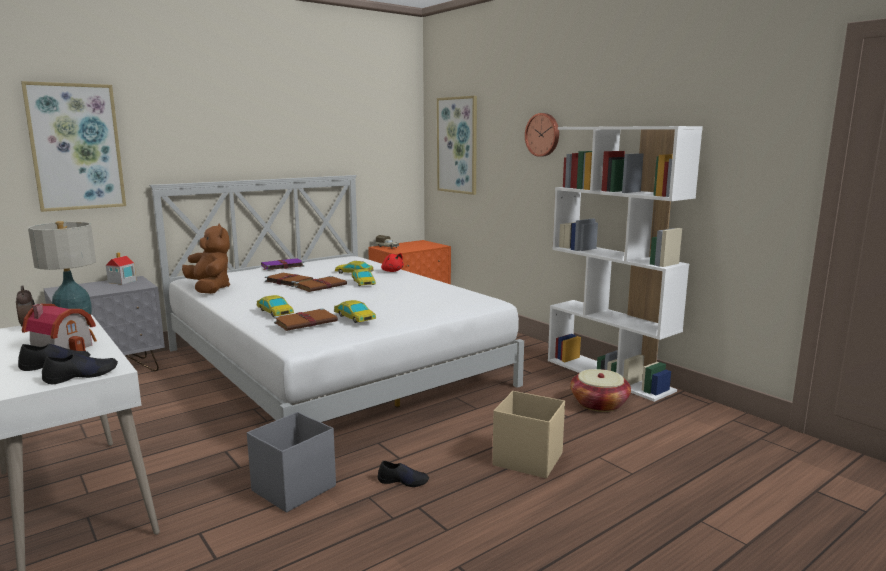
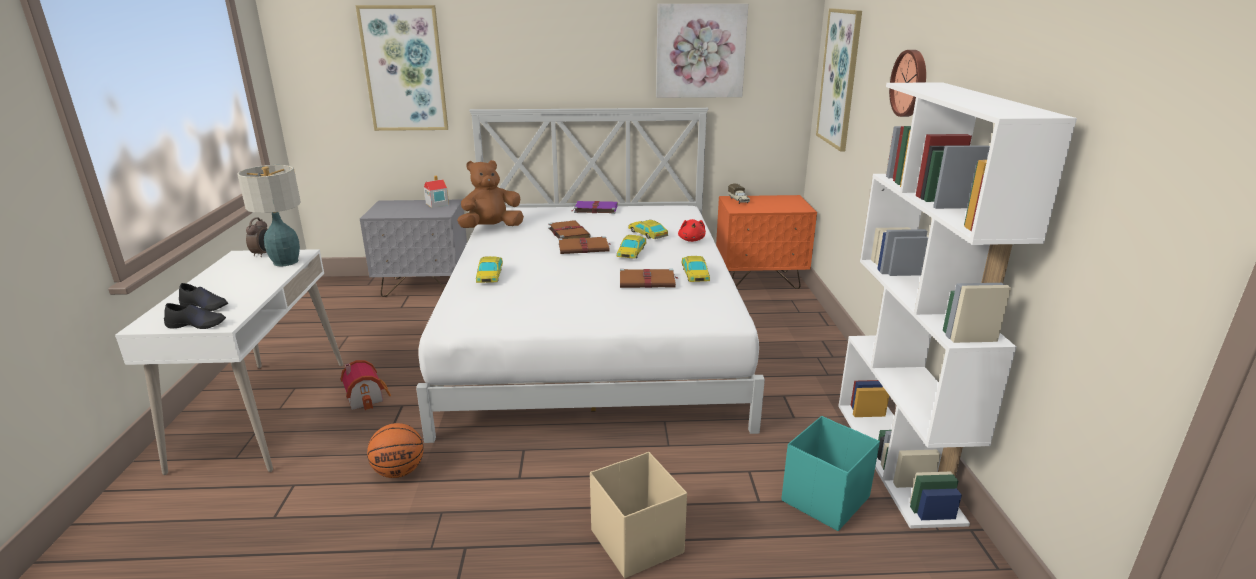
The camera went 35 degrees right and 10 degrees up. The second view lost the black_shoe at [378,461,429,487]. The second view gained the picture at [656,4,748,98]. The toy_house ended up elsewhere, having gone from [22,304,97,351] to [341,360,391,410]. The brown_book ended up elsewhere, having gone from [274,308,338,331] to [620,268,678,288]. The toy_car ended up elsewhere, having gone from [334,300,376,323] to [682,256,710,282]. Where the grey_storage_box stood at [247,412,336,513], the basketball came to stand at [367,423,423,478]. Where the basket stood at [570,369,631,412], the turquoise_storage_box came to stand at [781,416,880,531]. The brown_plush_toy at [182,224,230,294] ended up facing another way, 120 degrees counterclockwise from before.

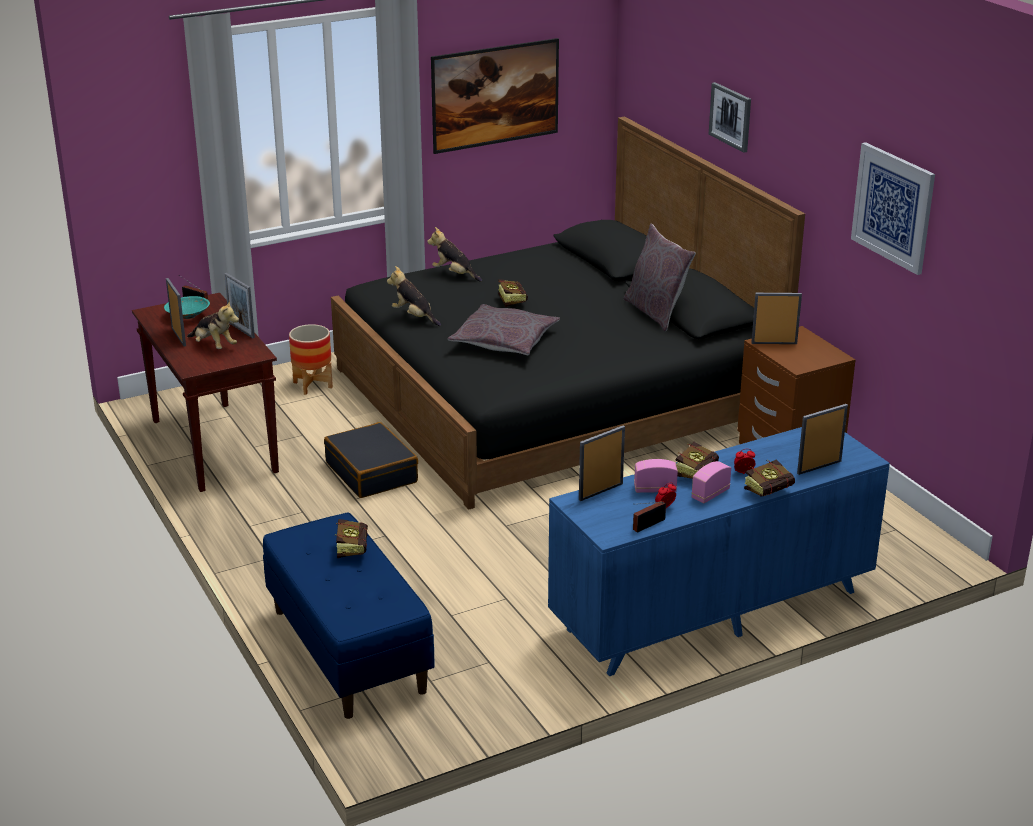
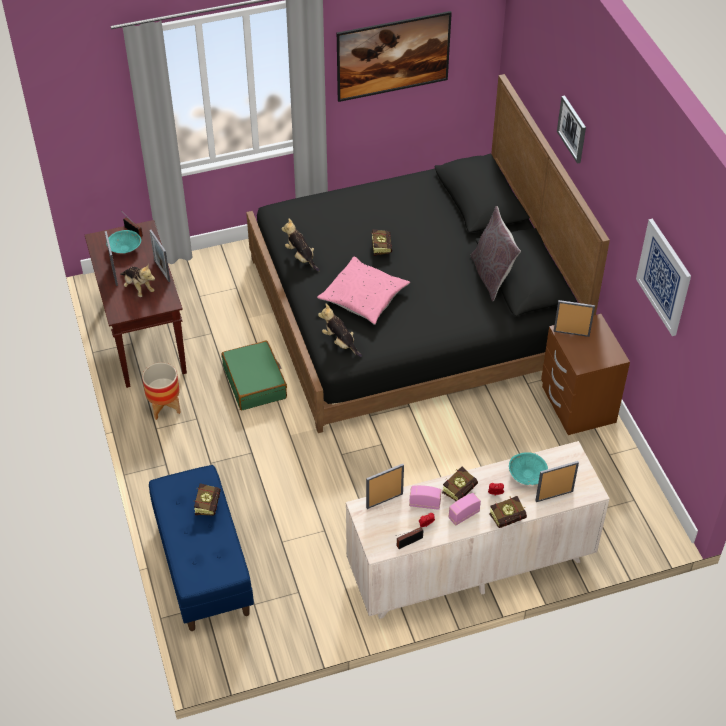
The camera went 10 degrees right and 20 degrees up. The second view gained the turquoise_bowl at [509,452,548,485]. The planter ended up elsewhere, having gone from [289,324,333,395] to [142,362,181,420]. The plush_toy ended up elsewhere, having gone from [427,227,482,282] to [318,304,362,357]. What was the black_suitcase at [324,422,418,498] turned into the green_suitcase at [222,340,287,411]. What was the grey_pillow at [448,304,560,355] turned into the pink_pillow at [317,257,410,325]. What was the blue_dresser at [548,427,890,676] turned into the beige_dresser at [346,441,610,619].

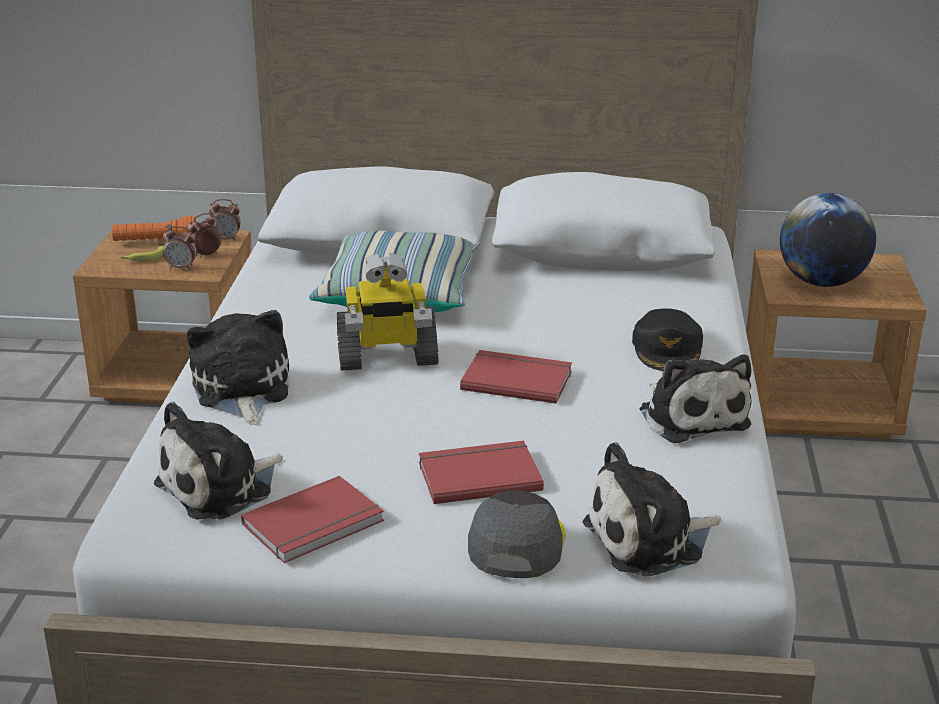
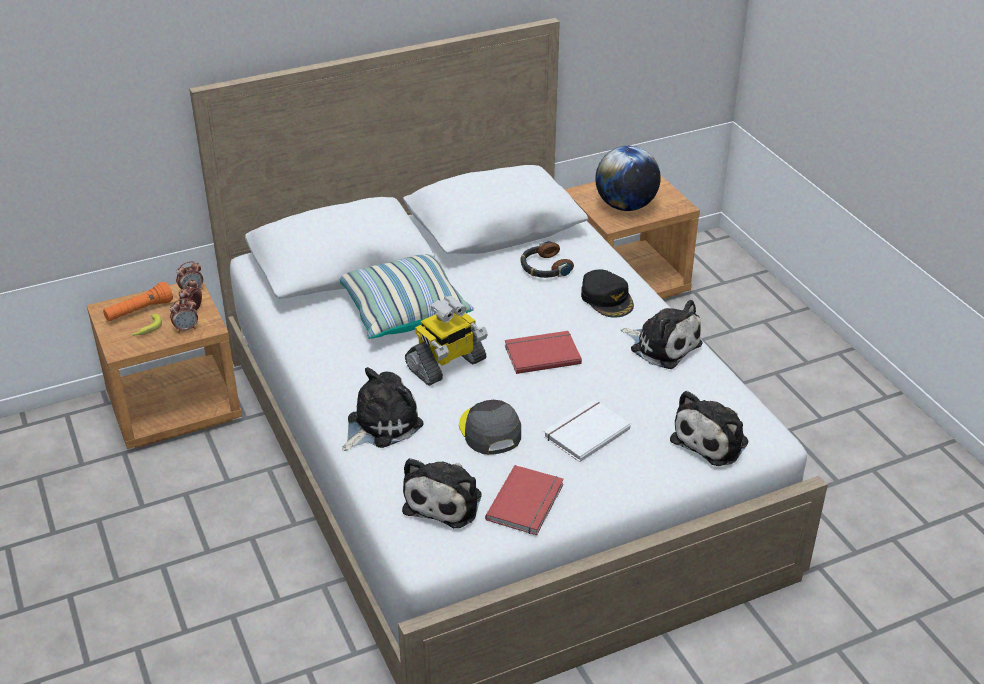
The camera went 30 degrees left and 10 degrees up. The second view gained the headphones at [521,241,574,278]. The grey_cap ended up elsewhere, having gone from [468,491,566,578] to [459,400,521,455]. What was the red_book at [419,441,544,504] turned into the white_book at [544,400,631,462]. The plush_toy at [187,310,290,425] ended up facing another way, 90 degrees clockwise from before.

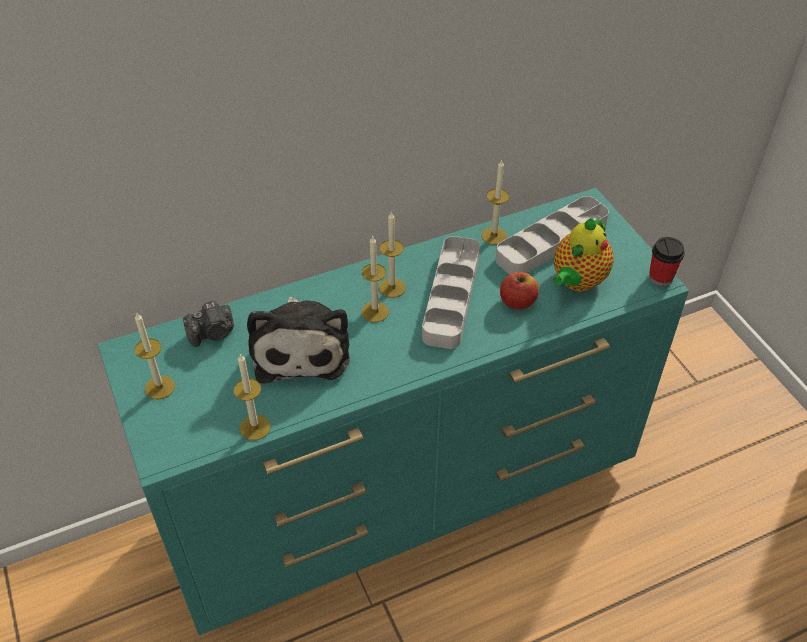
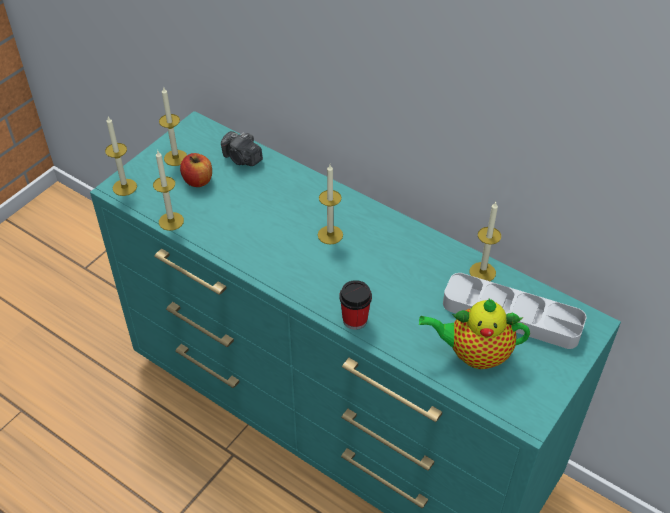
The camera went 60 degrees right and 0 degrees up. The second view lost the plush_toy at [247,297,350,383]. The second view lost the grey_tray at [422,236,480,349]. The candle ended up elsewhere, having gone from [379,212,406,298] to [105,117,137,196]. The apple ended up elsewhere, having gone from [500,272,539,309] to [180,153,212,187]. The cup ended up elsewhere, having gone from [649,237,685,286] to [339,280,372,330].

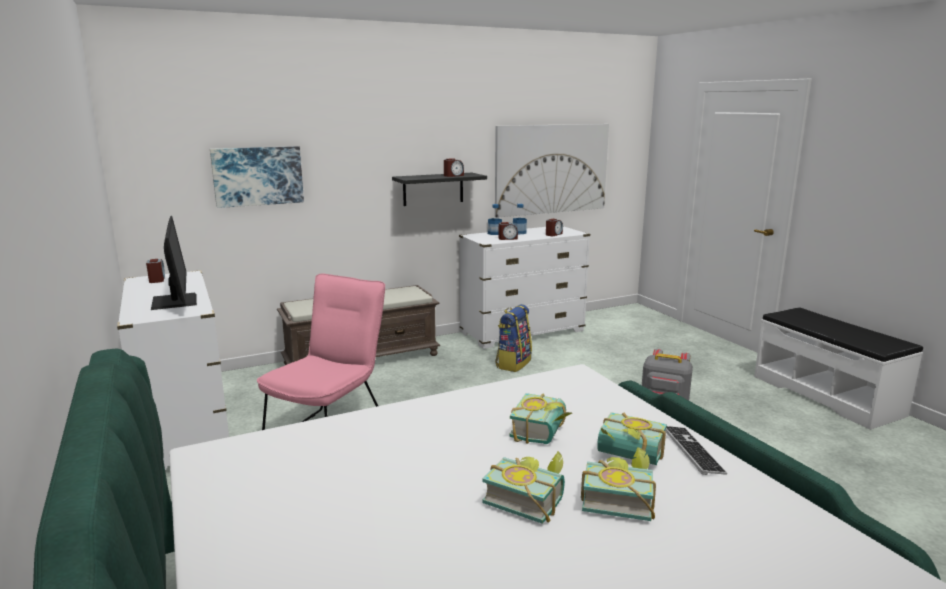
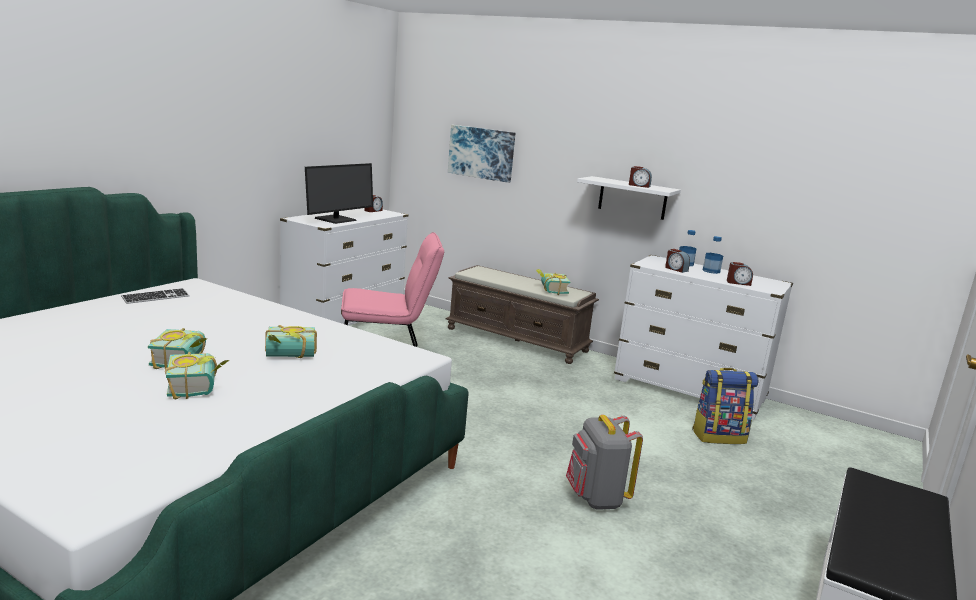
The camera went 55 degrees right and 0 degrees up. The second view lost the picture at [495,124,609,218]. The backpack ended up elsewhere, having gone from [495,304,532,372] to [692,368,759,444]. The book ended up elsewhere, having gone from [597,412,667,465] to [536,269,570,295]. The keyboard ended up elsewhere, having gone from [665,426,727,475] to [121,288,189,304]. What was the black_shelf at [392,173,487,206] turned into the white_shelf at [577,176,681,220].

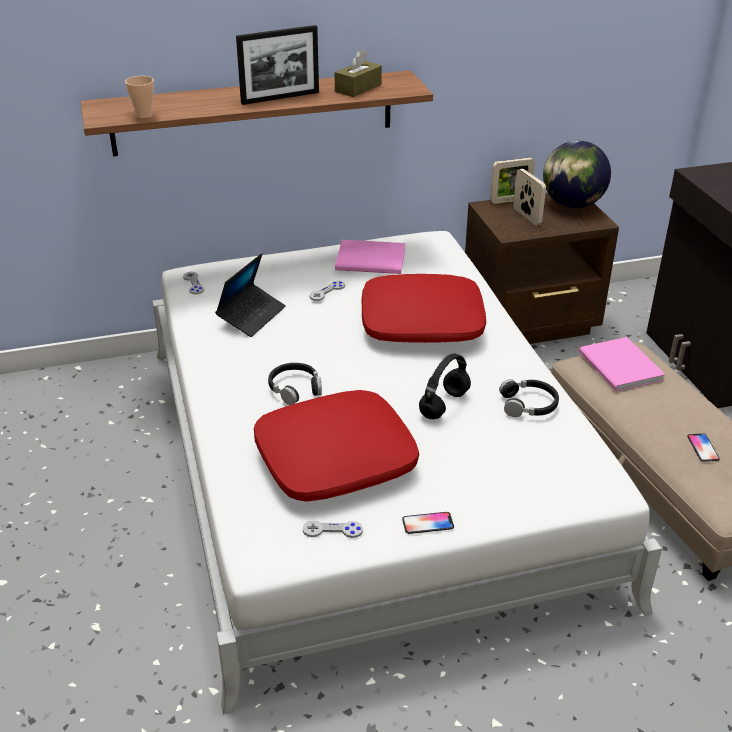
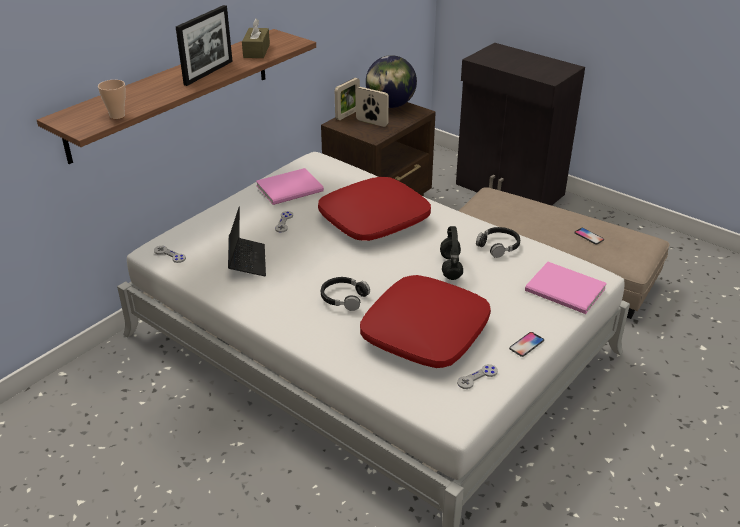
The camera went 35 degrees left and 0 degrees up. The pink_book ended up elsewhere, having gone from [579,337,665,391] to [525,262,607,314].

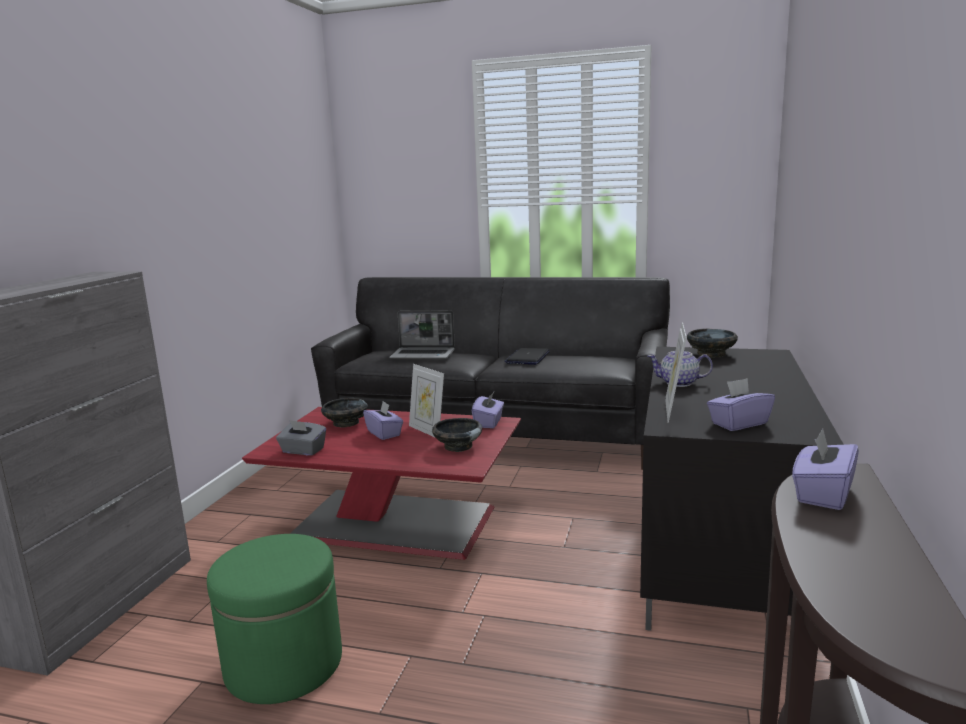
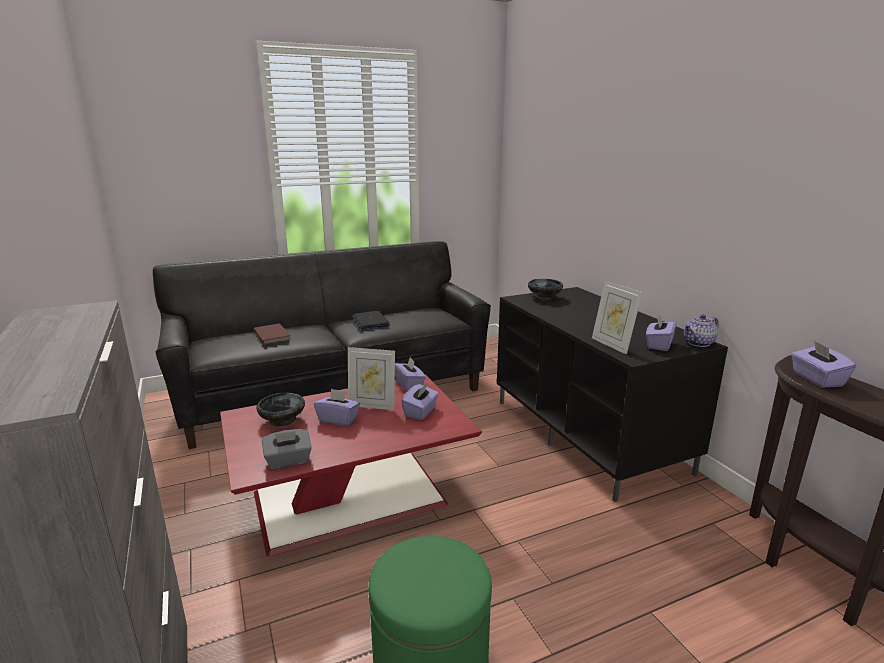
The camera went 40 degrees left and 5 degrees up. The teapot ended up elsewhere, having gone from [648,351,713,387] to [683,314,719,347]. Where the laptop stood at [389,310,455,359], the brown_book came to stand at [254,323,291,345]. Where the black_bowl stood at [432,418,482,452], the purple_tissue_box came to stand at [401,383,439,420].

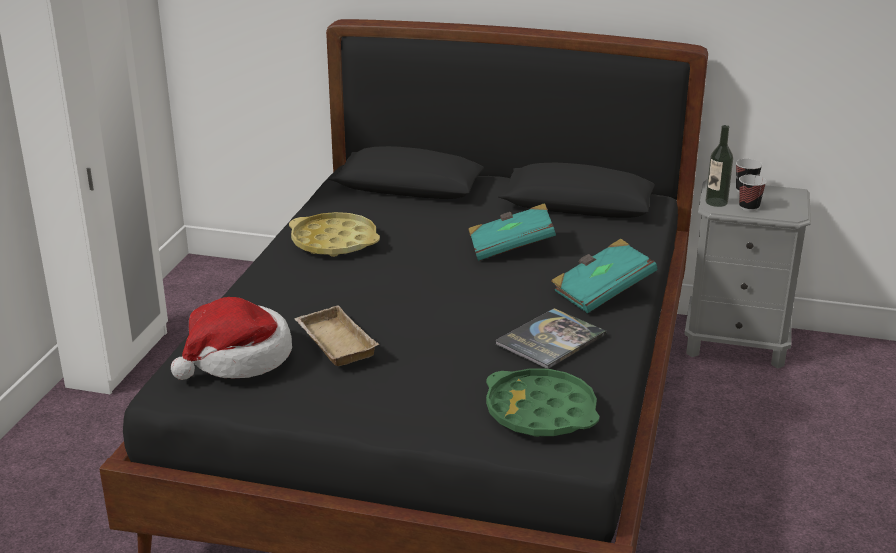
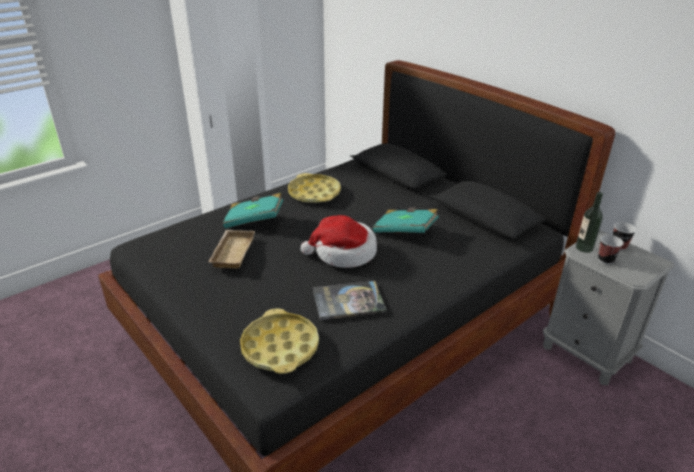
The camera went 35 degrees right and 5 degrees up. The hat ended up elsewhere, having gone from [171,297,292,380] to [301,215,377,268]. The turquoise_book ended up elsewhere, having gone from [551,239,657,313] to [223,193,283,228]. What was the green_tray at [486,368,599,437] turned into the yellow_tray at [240,308,319,374].

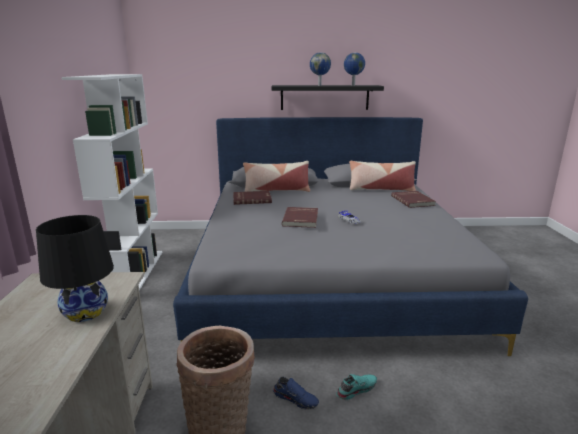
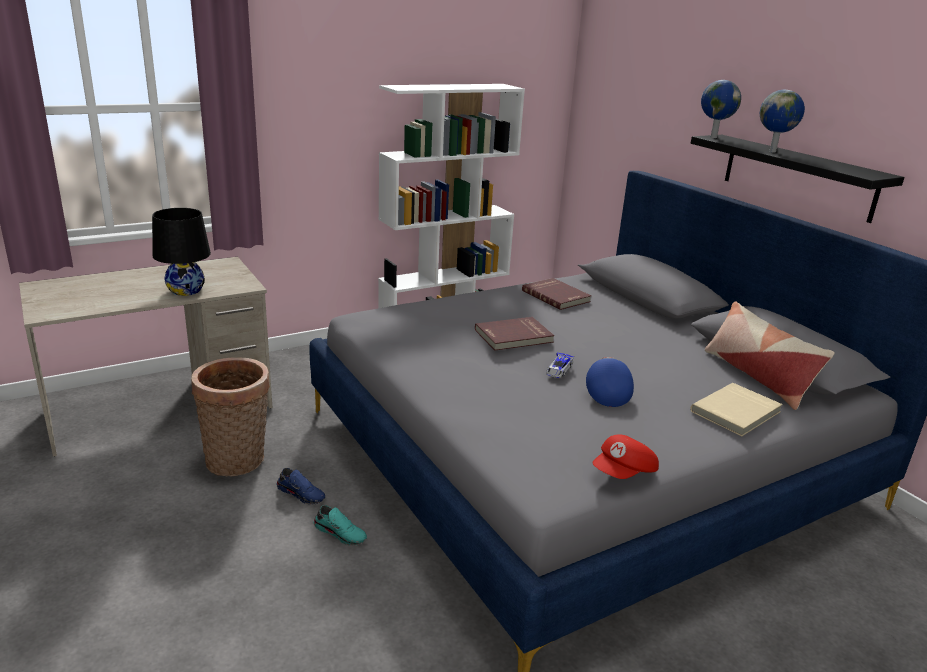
The camera went 60 degrees right and 5 degrees up. The second view lost the pillow at [243,161,310,192]. The second view gained the blue_cap at [586,357,634,407]. The second view gained the red_cap at [592,434,659,479]. The globe ended up elsewhere, having gone from [344,52,365,86] to [701,80,741,138]. What was the red_book at [391,191,436,208] turned into the beige_book at [690,383,783,436]. The blue_shoe at [273,377,319,410] ended up facing another way, 60 degrees counterclockwise from before.

